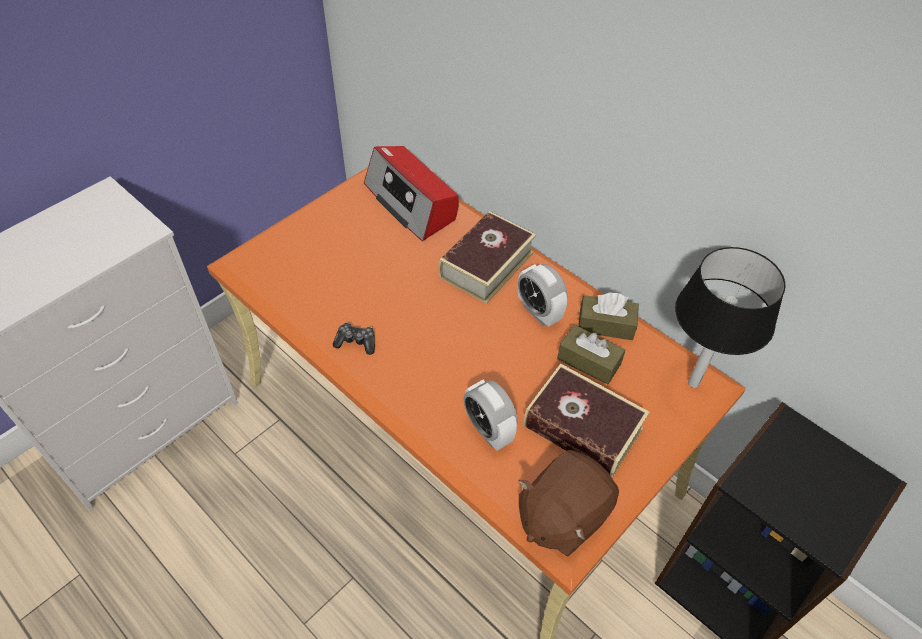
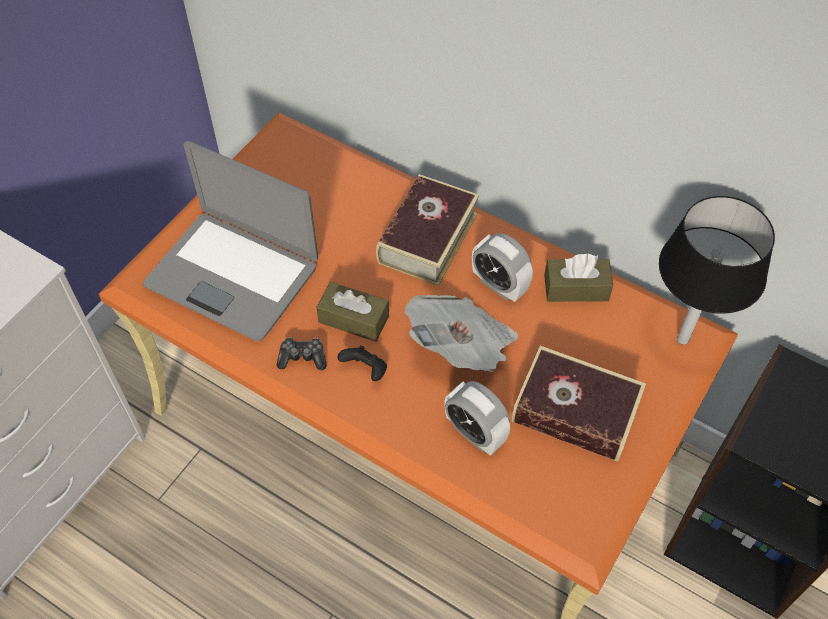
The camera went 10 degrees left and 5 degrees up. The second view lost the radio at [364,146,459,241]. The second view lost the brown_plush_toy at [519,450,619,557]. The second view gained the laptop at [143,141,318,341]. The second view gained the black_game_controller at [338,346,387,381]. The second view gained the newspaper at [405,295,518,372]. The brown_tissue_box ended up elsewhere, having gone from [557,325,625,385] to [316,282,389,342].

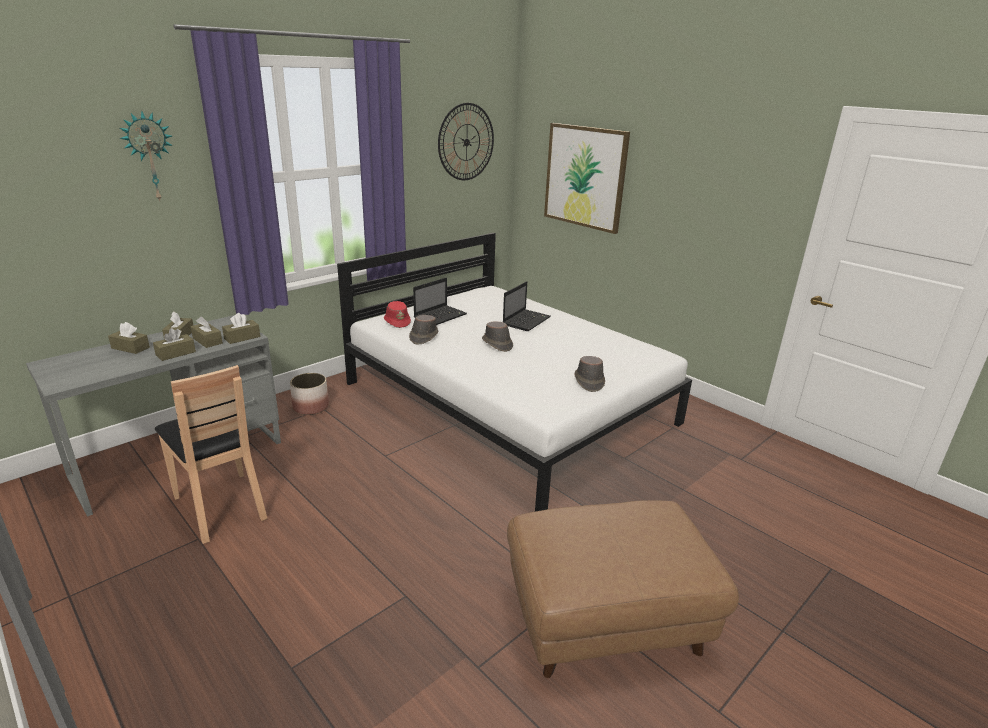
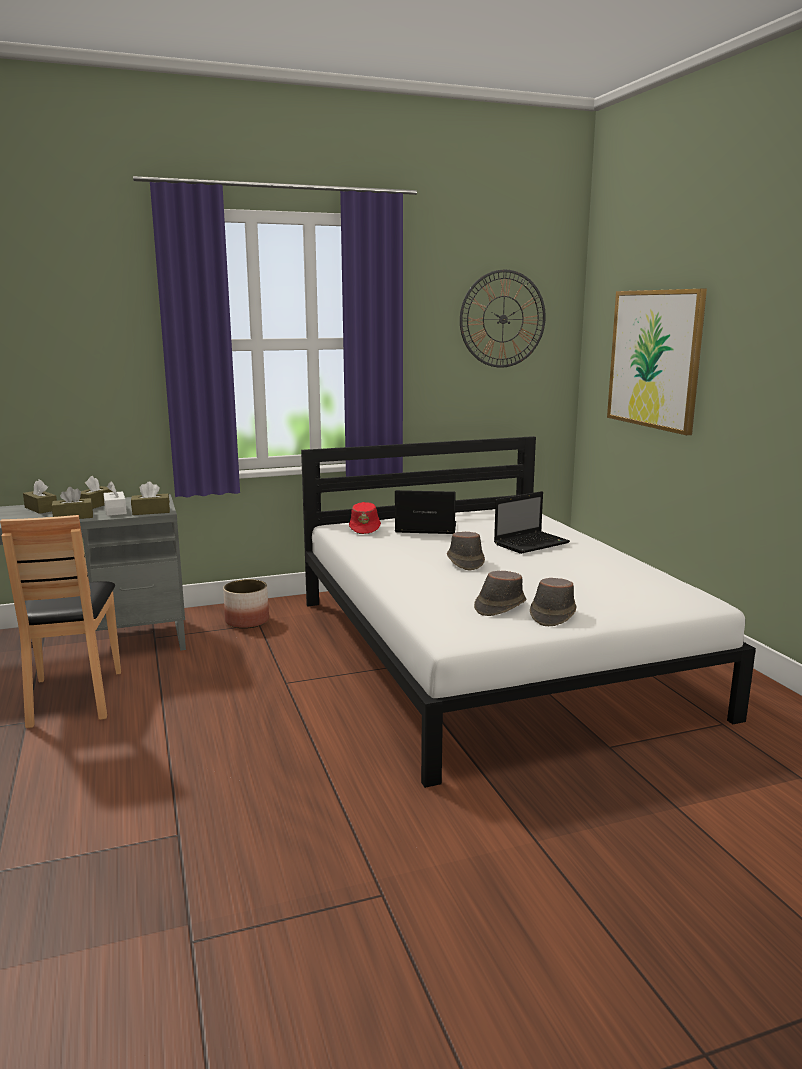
The camera went 25 degrees right and 10 degrees down. The second view lost the wall_clock at [120,111,173,201]. The second view lost the brown_ottoman at [507,500,739,678]. The brown_hat ended up elsewhere, having gone from [409,315,438,344] to [474,571,526,616]. What was the brown_tissue_box at [191,316,223,348] turned into the white_tissue_box at [103,481,127,516]. The laptop at [413,278,467,325] ended up facing another way, 150 degrees counterclockwise from before.

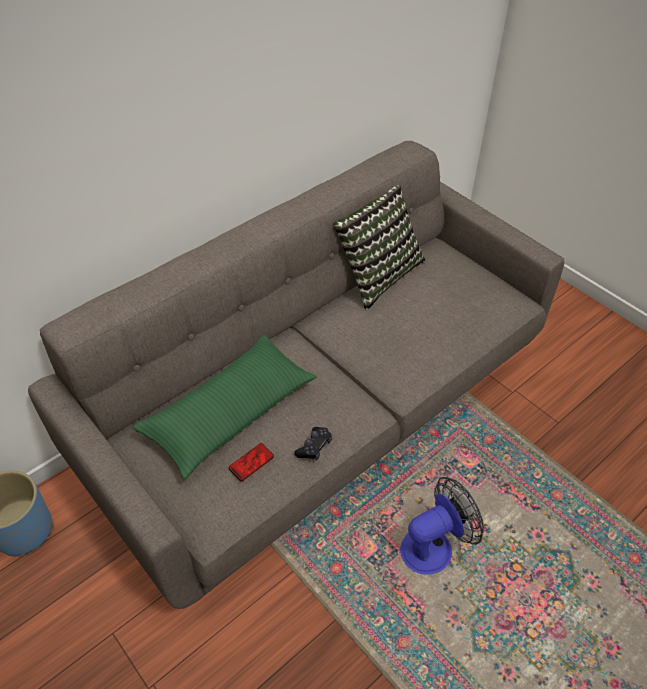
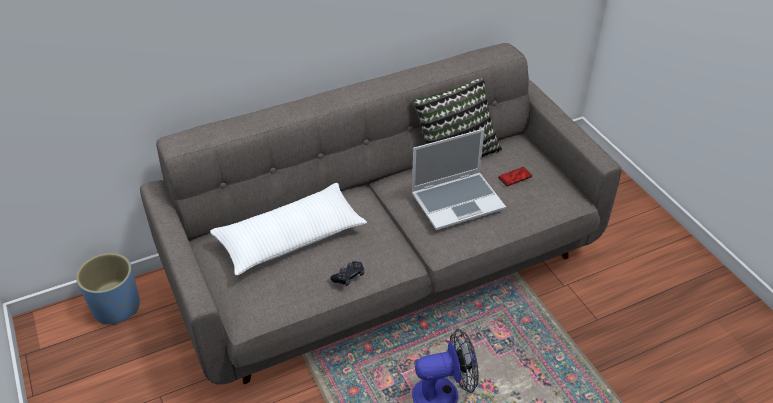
The camera went 15 degrees right and 5 degrees down. The second view gained the laptop at [411,129,506,230]. The phone ended up elsewhere, having gone from [228,443,274,481] to [498,167,532,186]. What was the green_pillow at [133,335,316,479] turned into the white_pillow at [210,183,367,276].

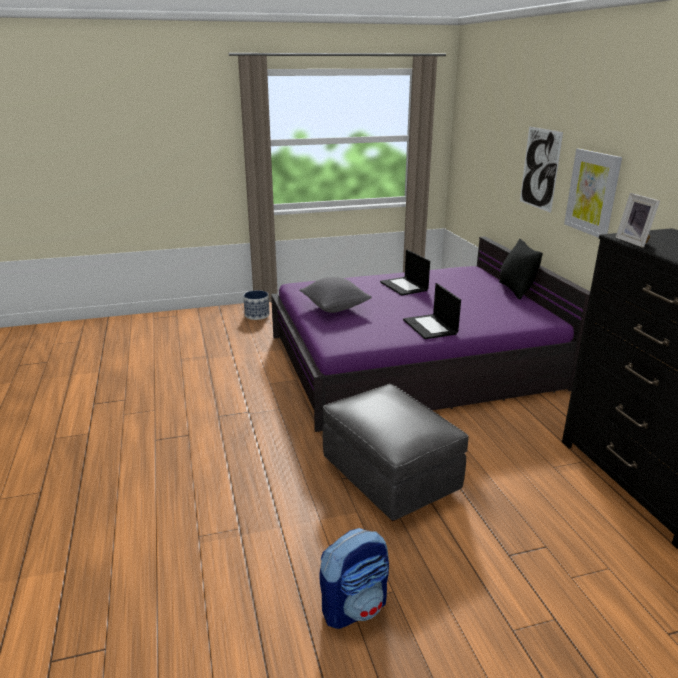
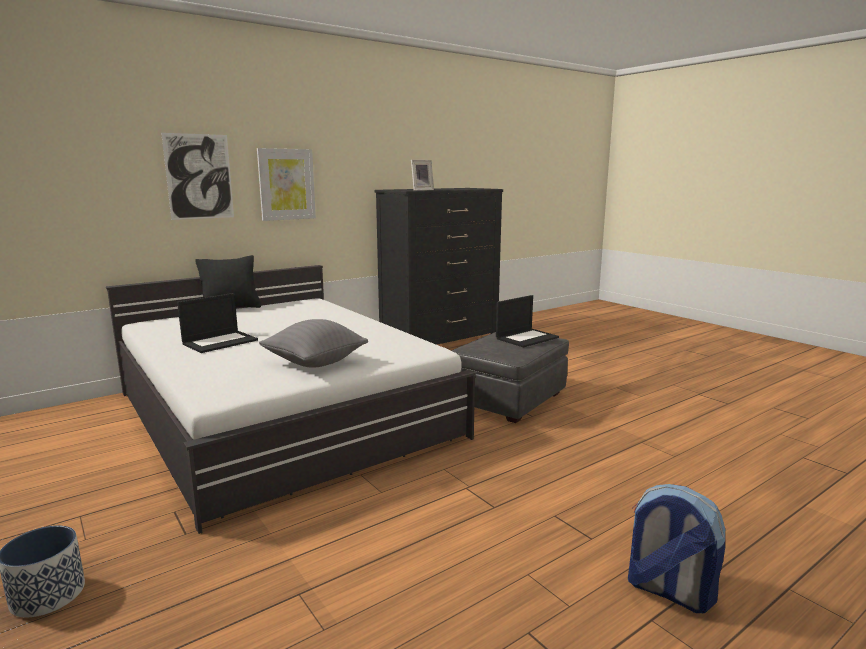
The camera went 110 degrees left and 10 degrees down. The backpack ended up elsewhere, having gone from [320,528,389,629] to [628,484,725,613]. The laptop ended up elsewhere, having gone from [403,283,461,339] to [496,295,559,348]. What was the purple_bed at [271,236,590,432] turned into the white_bed at [106,265,476,534].

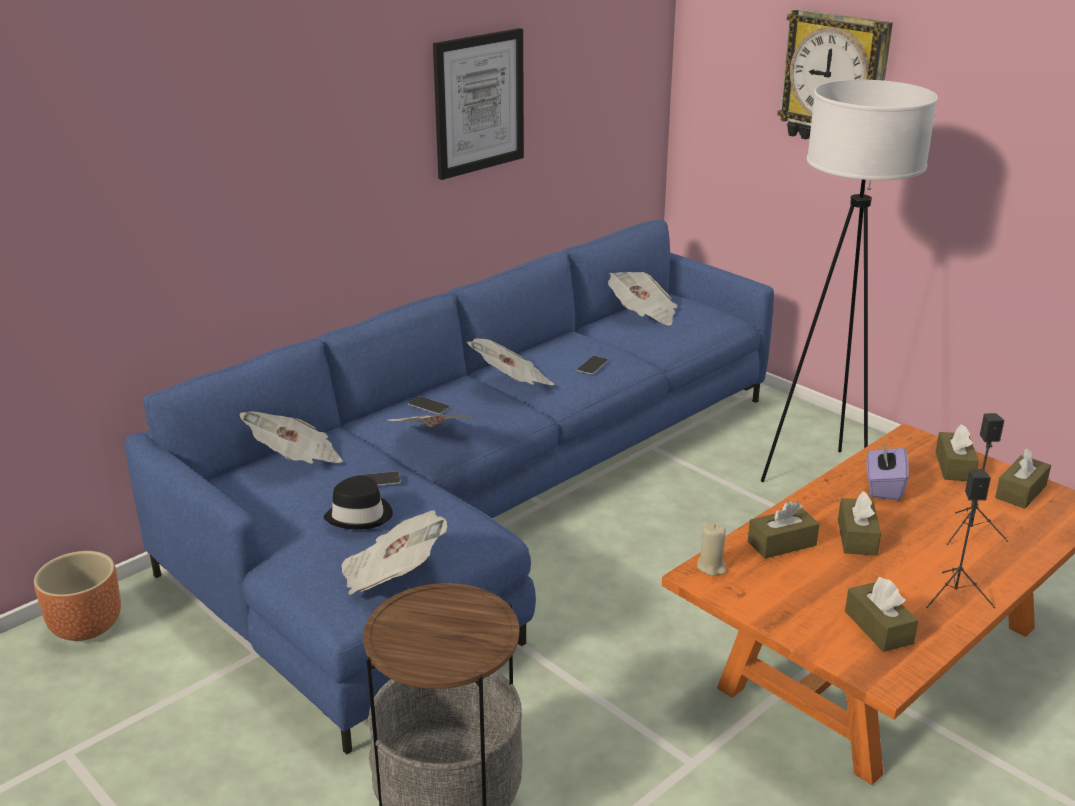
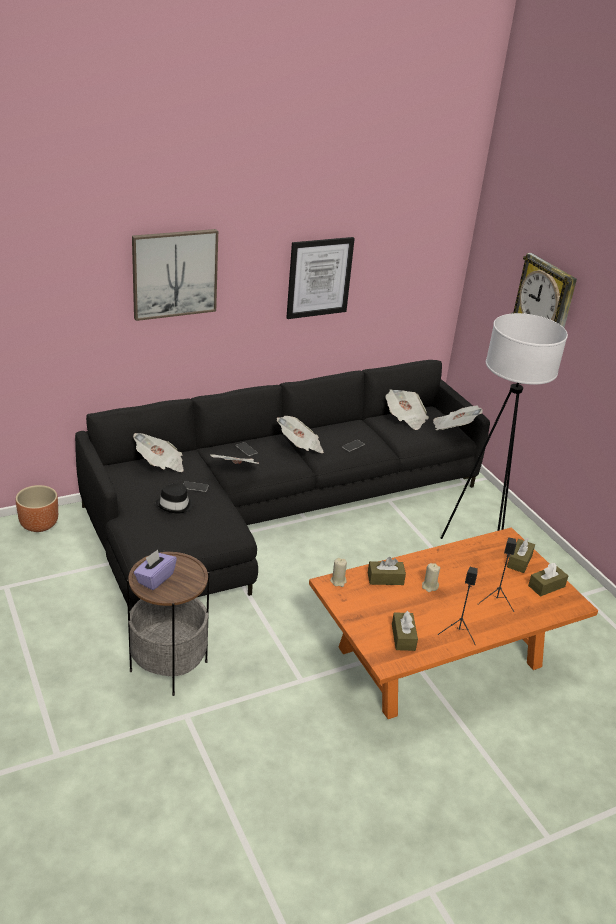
The camera went 15 degrees right and 5 degrees up. The second view gained the picture at [132,229,218,321]. The newspaper ended up elsewhere, having gone from [341,510,447,595] to [433,405,483,430]. The purple_tissue_box ended up elsewhere, having gone from [867,441,909,501] to [134,549,177,590]. Where the brown_tissue_box stood at [838,491,881,556], the beige_candle came to stand at [422,563,440,592]. What was the blue_sofa at [124,220,774,755] turned into the black_sofa at [75,360,490,611].

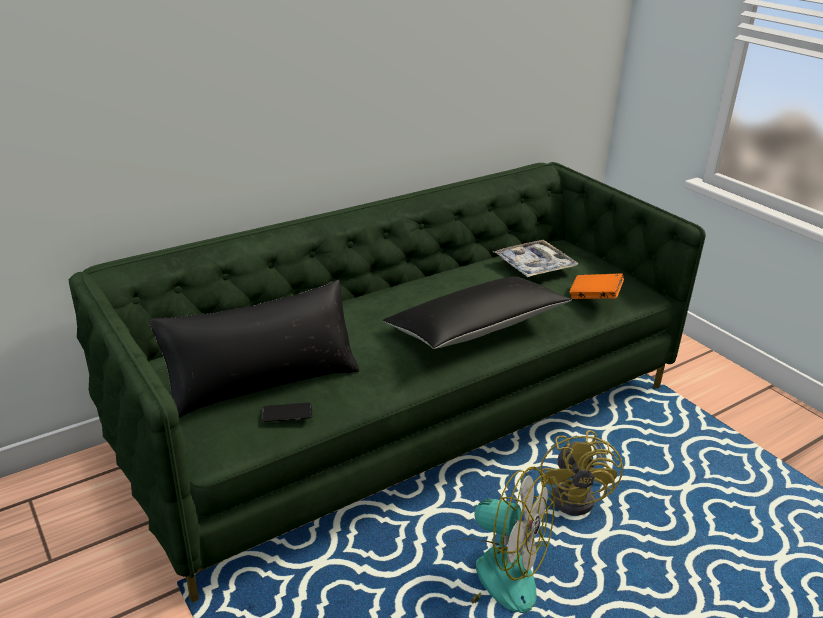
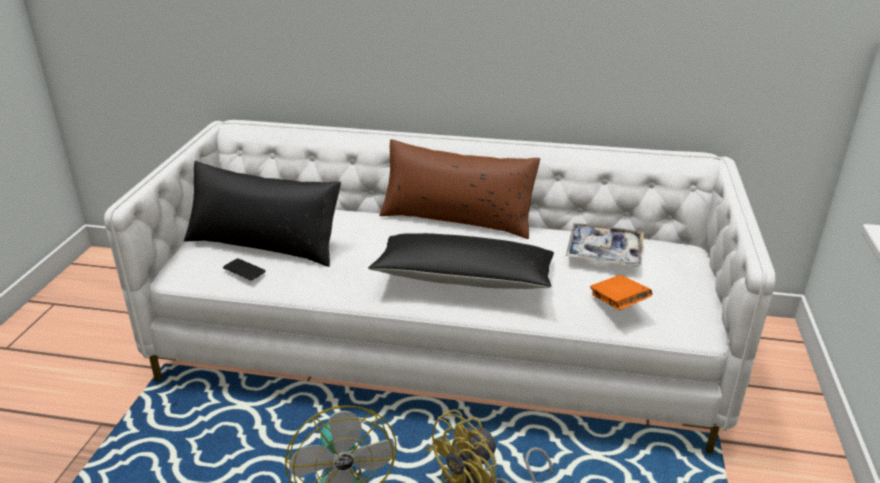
The camera went 45 degrees right and 0 degrees up. The second view gained the brown_pillow at [379,139,540,239]. What was the green_sofa at [69,162,706,603] turned into the white_sofa at [104,120,776,454].

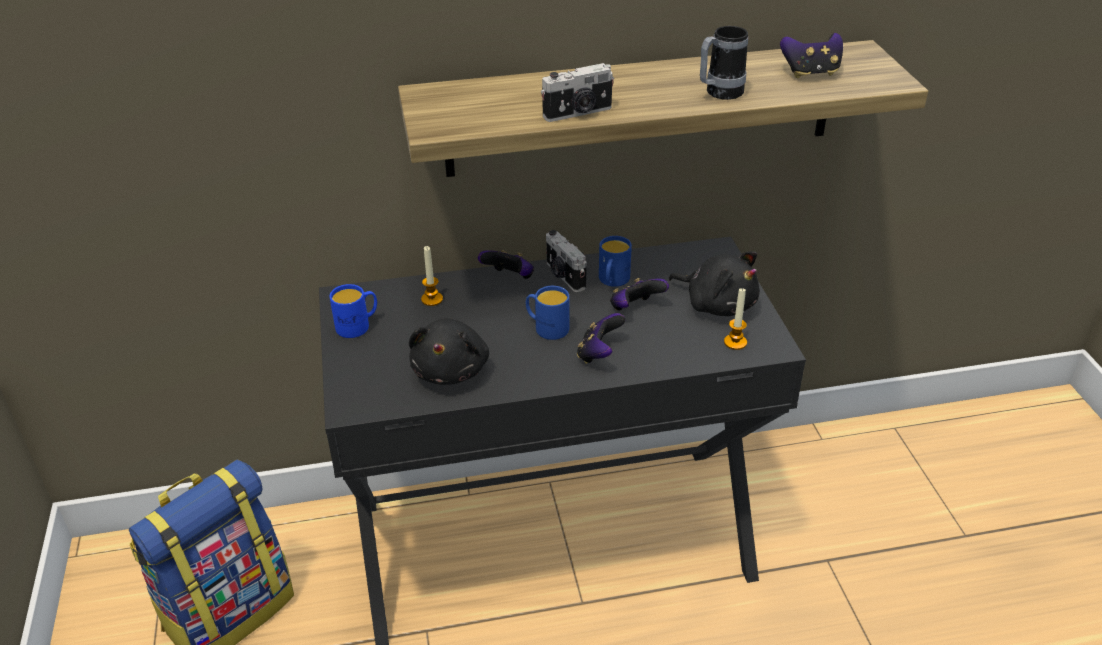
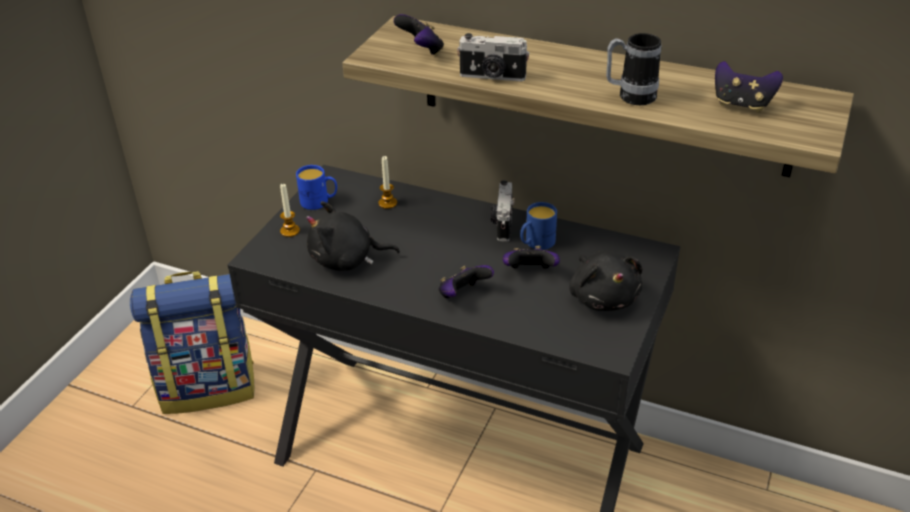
The camera went 35 degrees right and 0 degrees up. The second view lost the blue_mug at [526,286,569,340]. The game_controller ended up elsewhere, having gone from [478,250,534,279] to [393,14,444,56]. The candle ended up elsewhere, having gone from [724,288,747,350] to [280,184,300,237]. The black_plush_toy at [409,318,489,385] ended up facing another way, 45 degrees clockwise from before.

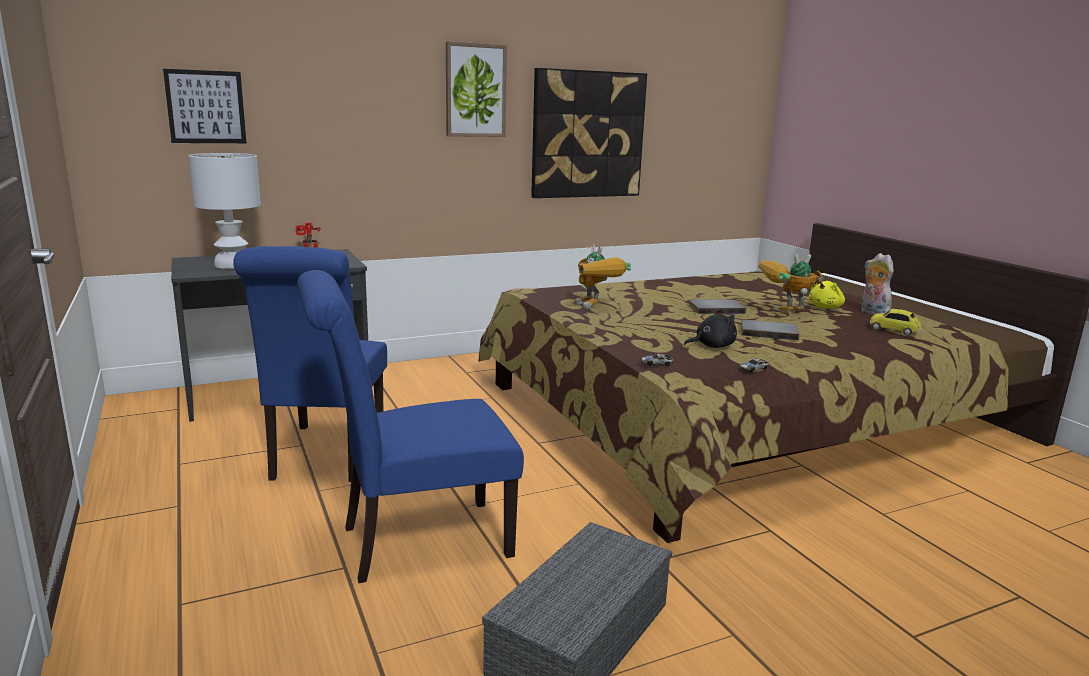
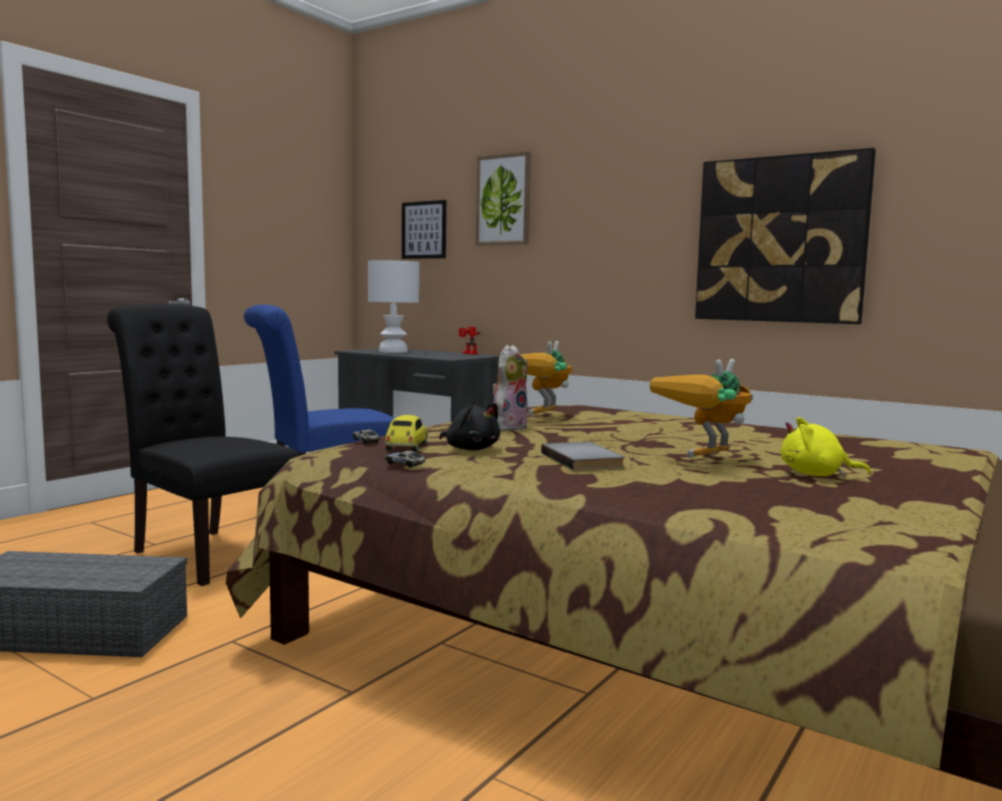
The camera went 60 degrees right and 10 degrees down. The second view lost the grey_book at [688,299,746,314]. The picture ended up elsewhere, having gone from [446,41,507,137] to [476,151,531,245]. The plush_toy ended up elsewhere, having gone from [861,253,894,315] to [492,345,528,431]. The toy_car ended up elsewhere, having gone from [870,309,922,336] to [385,415,428,452]. What was the blue_chair at [297,270,524,583] turned into the black_chair at [107,304,299,586]. The toy_robot at [758,254,823,311] ended up facing another way, 90 degrees counterclockwise from before.

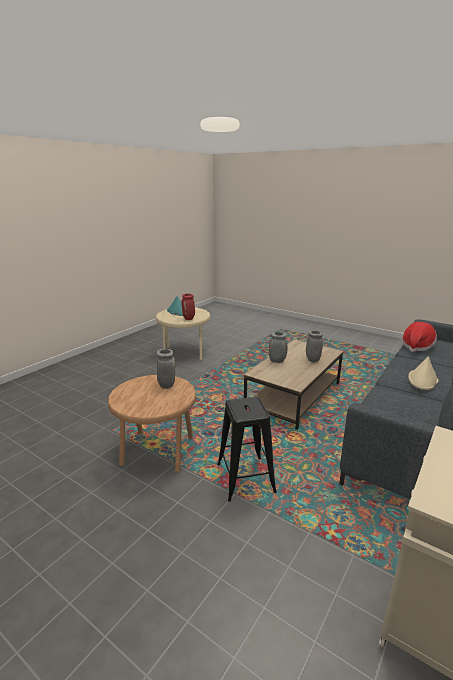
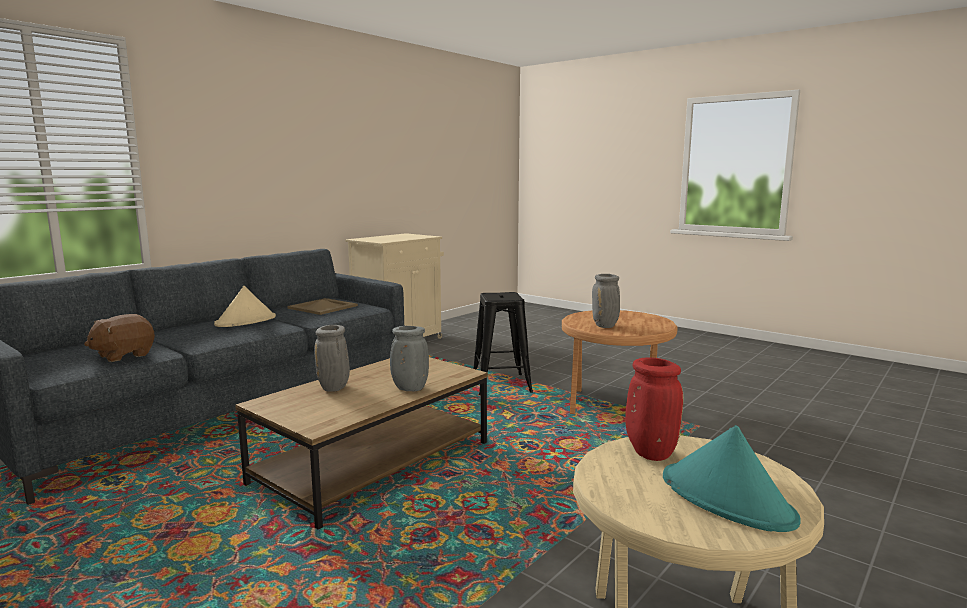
The camera went 175 degrees left and 10 degrees down. The second view gained the beige_tray at [287,298,358,315]. Where the hat stood at [402,322,437,352], the brown_plush_toy came to stand at [84,314,155,362].

